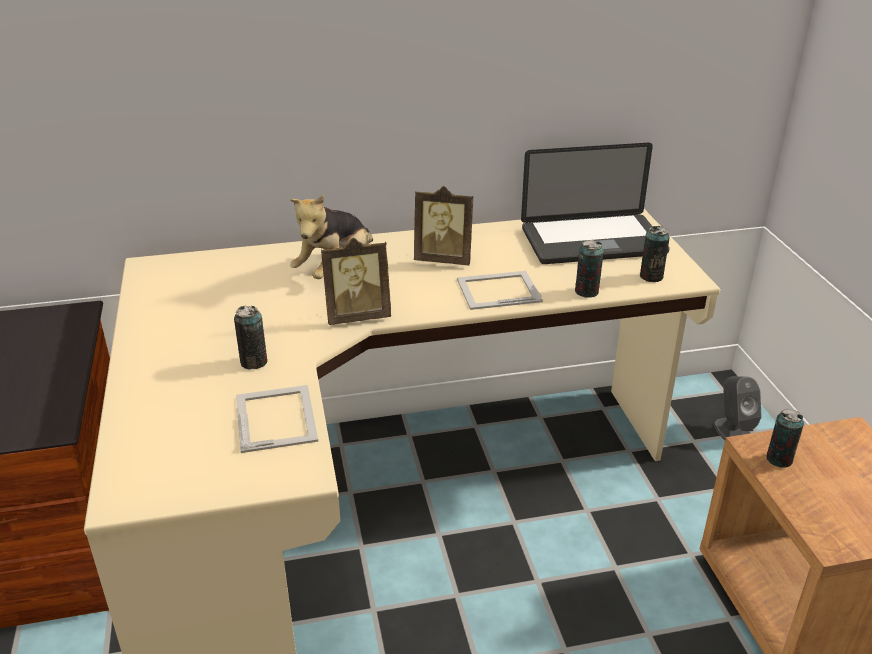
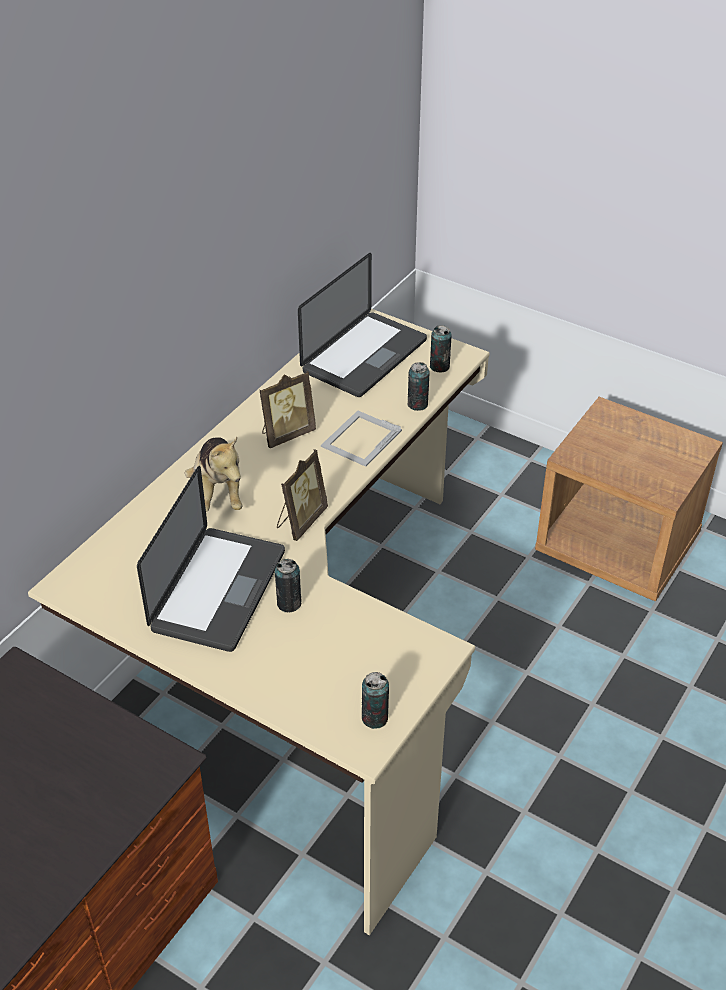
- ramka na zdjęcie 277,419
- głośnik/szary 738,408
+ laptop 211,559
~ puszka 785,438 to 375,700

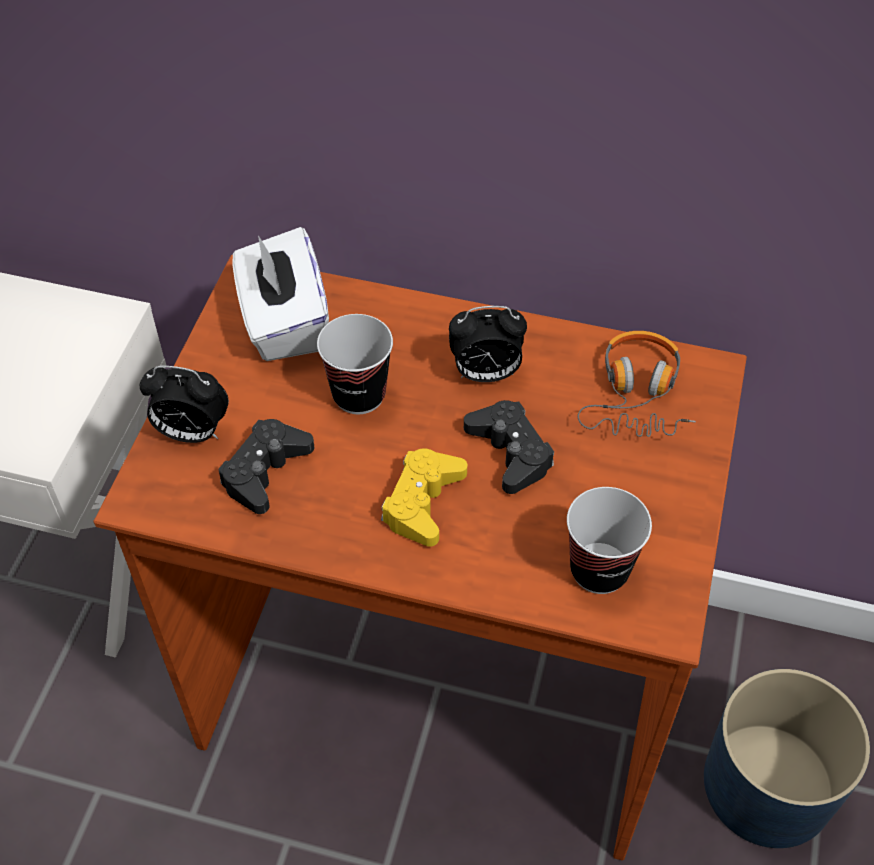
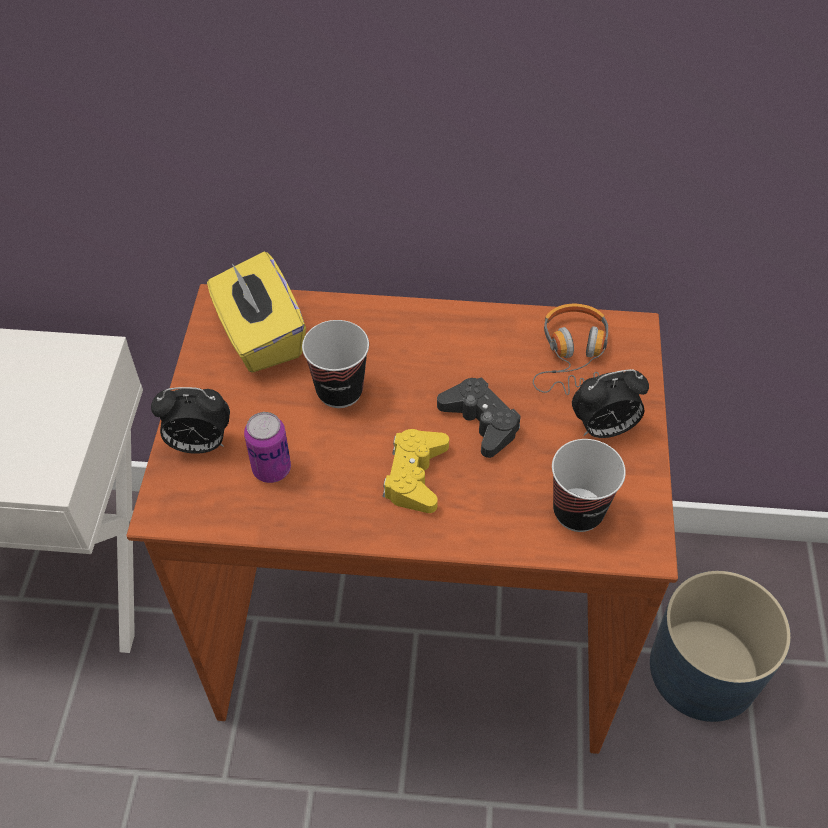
~ budzik 488,344 to 610,403
~ pad do gier/czarny 266,466 to puszka 267,447
~ pudełko chusteczek/biały 281,294 to pudełko chusteczek/żółty 256,312

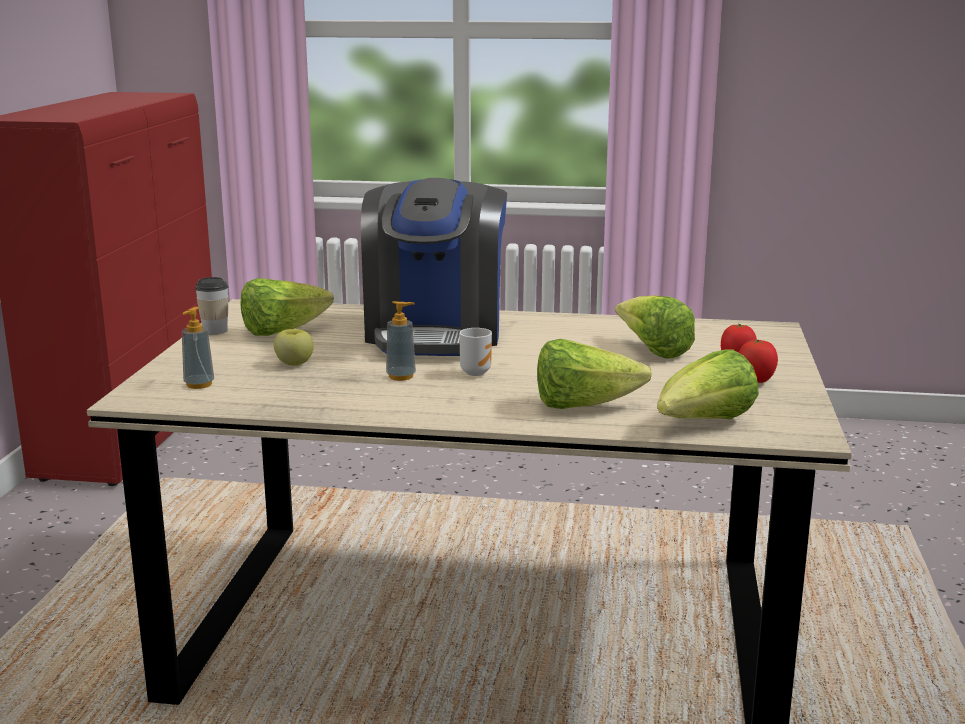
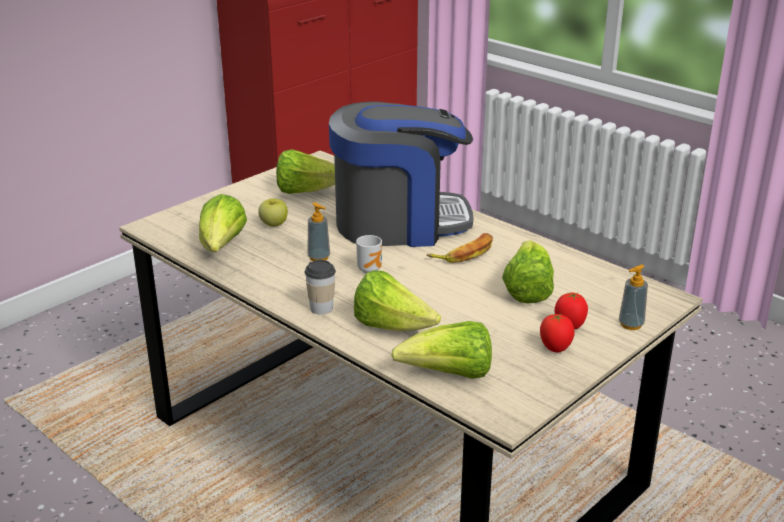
+ sałata 223,223
+ banan 459,248
~ dozownik mydła 198,348 to 633,297
~ filiżanka 212,306 to 320,287
~ ekspres do kawy 434,267 = 401,174 135 degrees counterclockwise

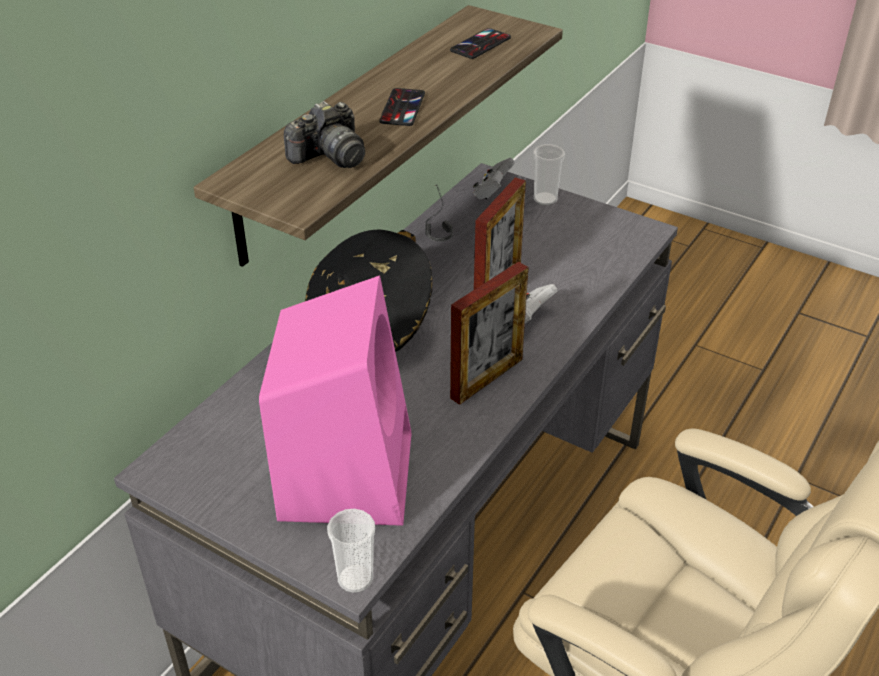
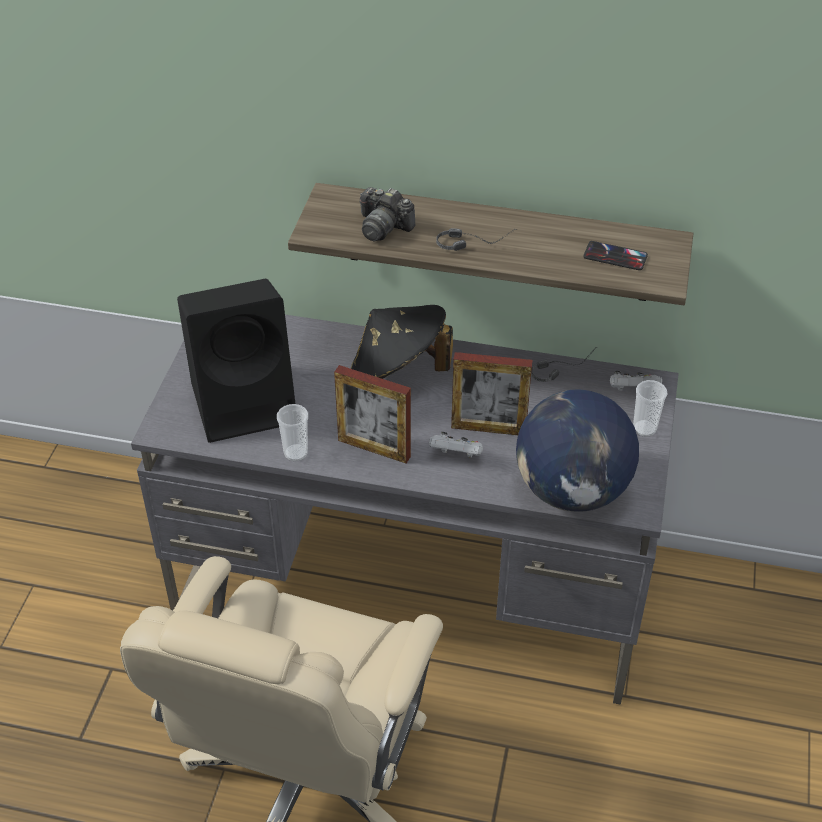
+ globus 577,450
~ filiżanka 351,551 to 292,432
~ telefon 402,107 to słuchawki 477,239
~ głośnik/różowy 335,400 to głośnik/czarny 236,361

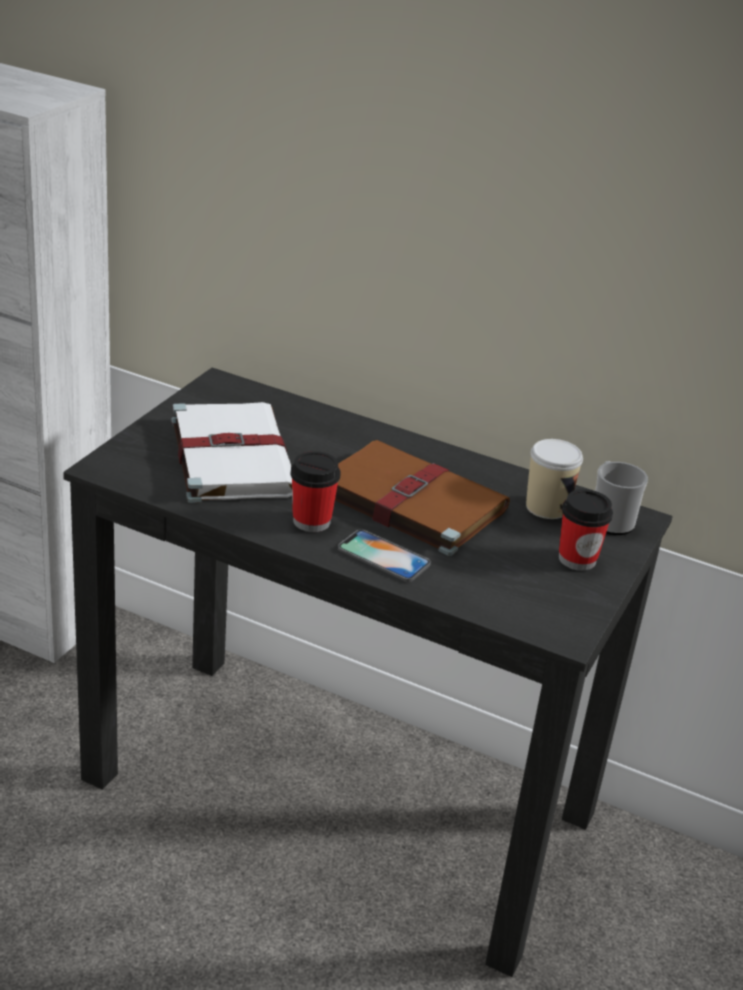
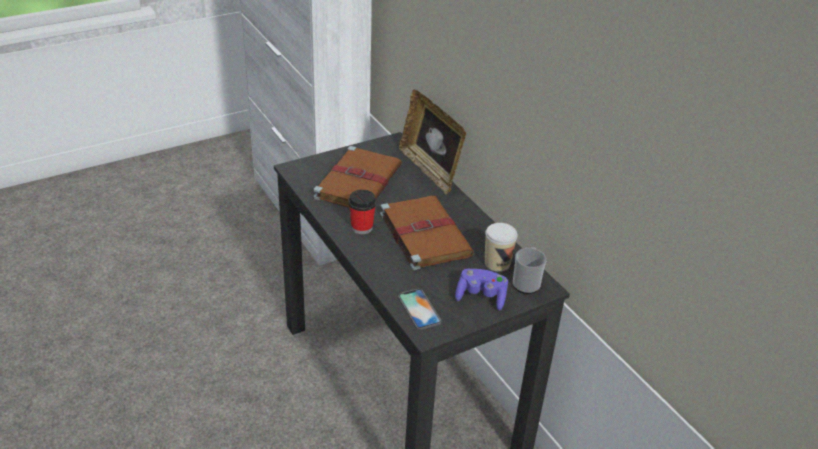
+ ramka na zdjęcie 432,142
~ telefon 384,555 to 419,309
~ filiżanka 585,530 to pad do gier/fioletowy 481,289
~ książka/biały 231,452 to książka/brązowy 357,177

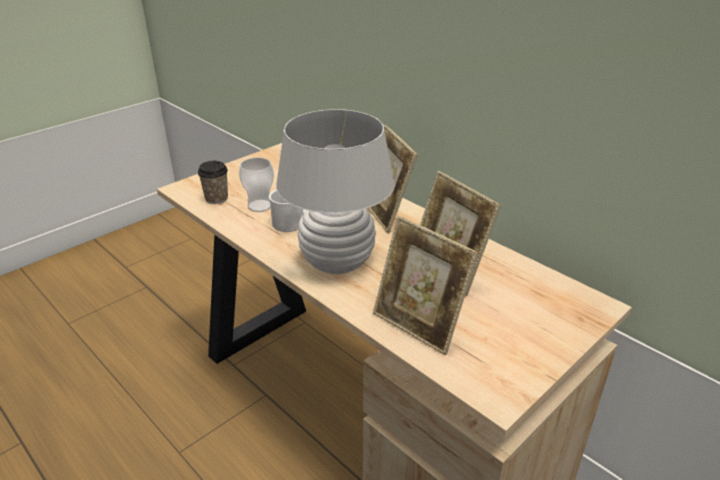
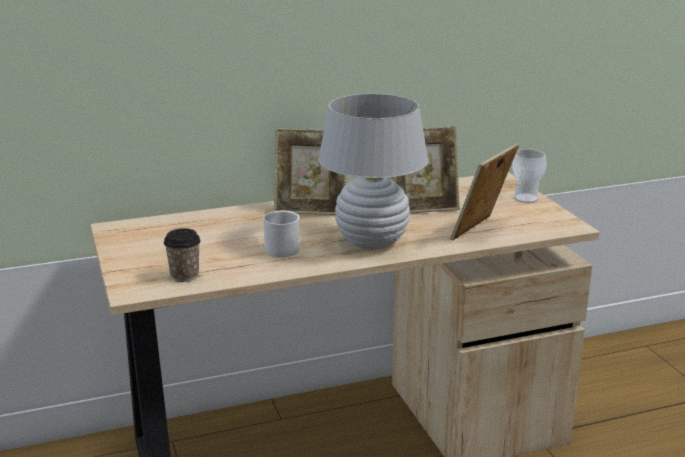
~ filiżanka 256,184 to 529,176
~ ramka na zdjęcie 425,285 = 484,191 150 degrees clockwise

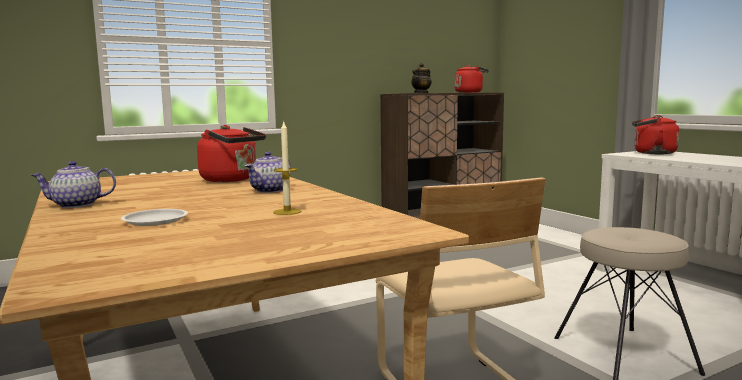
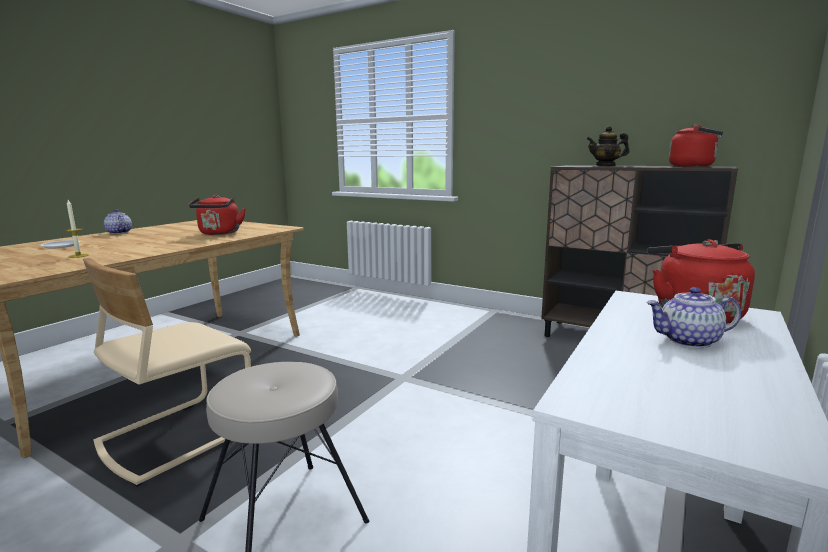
~ imbryk 268,172 to 693,317

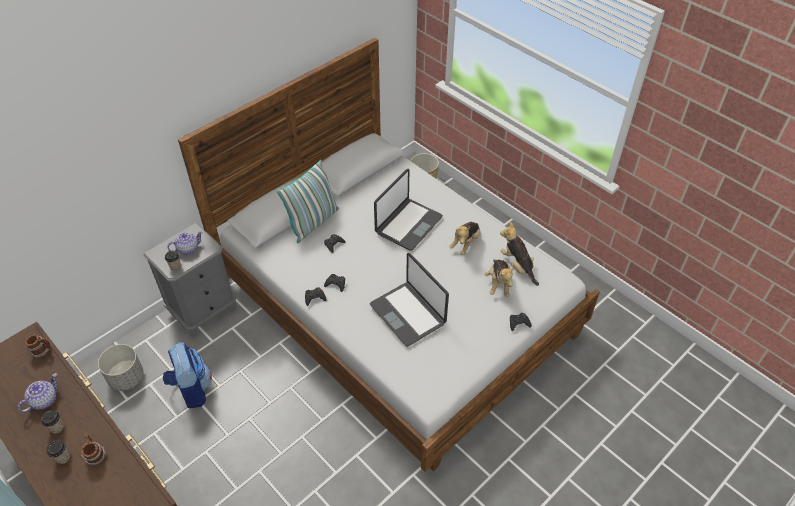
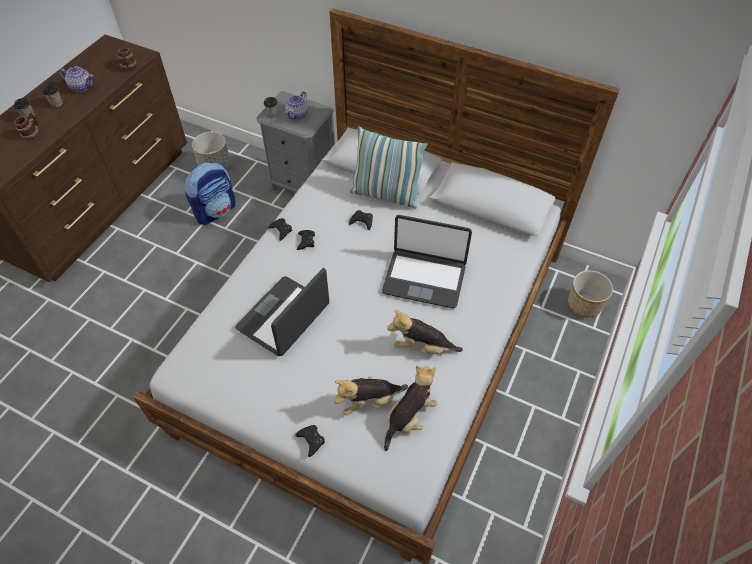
~ imbryk 185,243 = 296,105 75 degrees clockwise

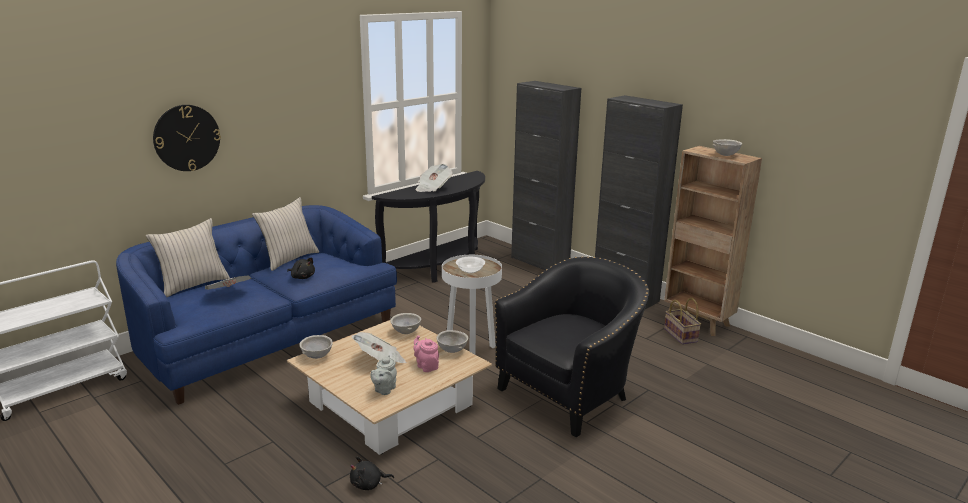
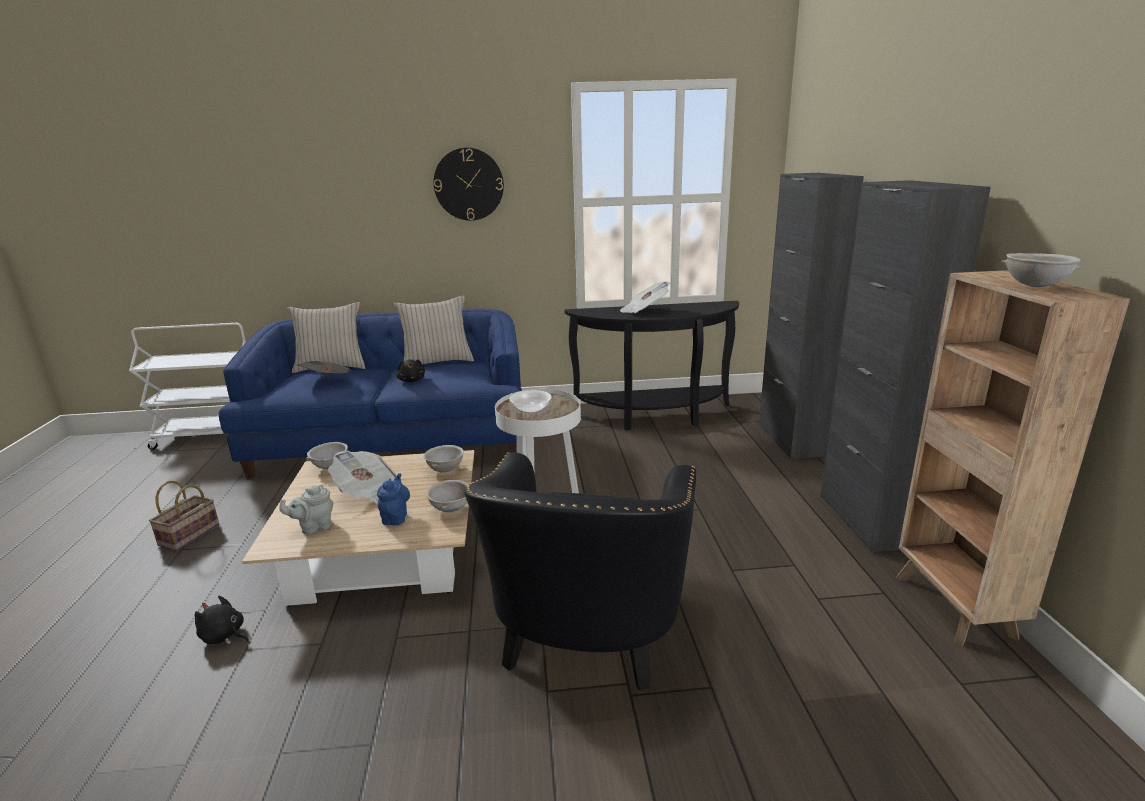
~ zegar ścienny 187,138 to 469,184
~ koszyk 682,321 to 184,516
~ imbryk/różowy 426,353 to imbryk/niebieski 393,499
~ fotel/czarny 572,346 = 580,571 105 degrees clockwise

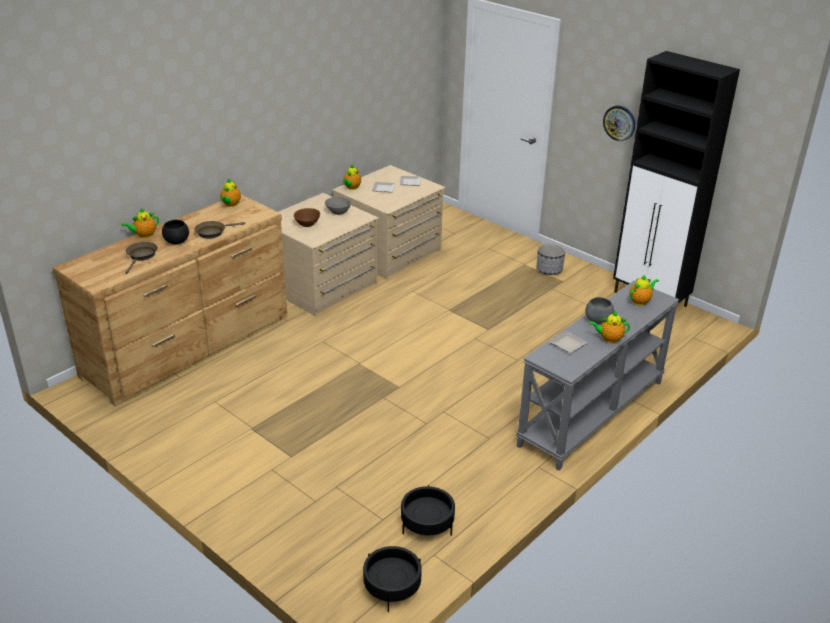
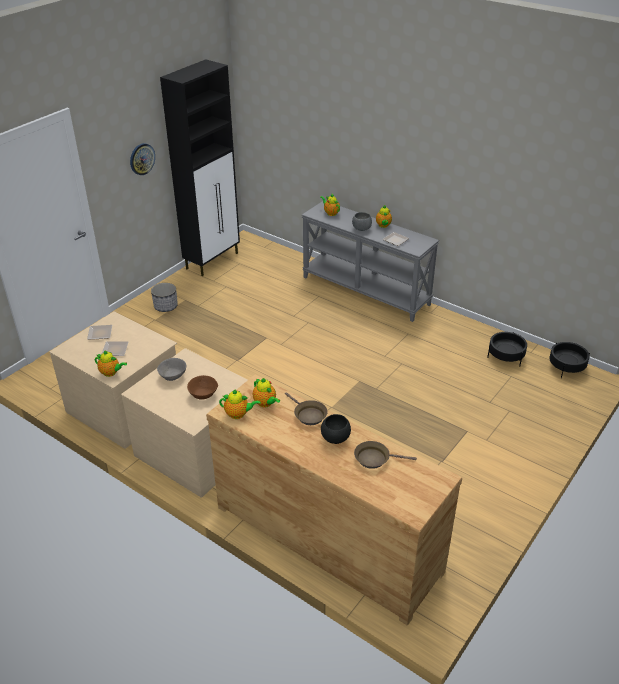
~ imbryk 140,223 to 266,392

